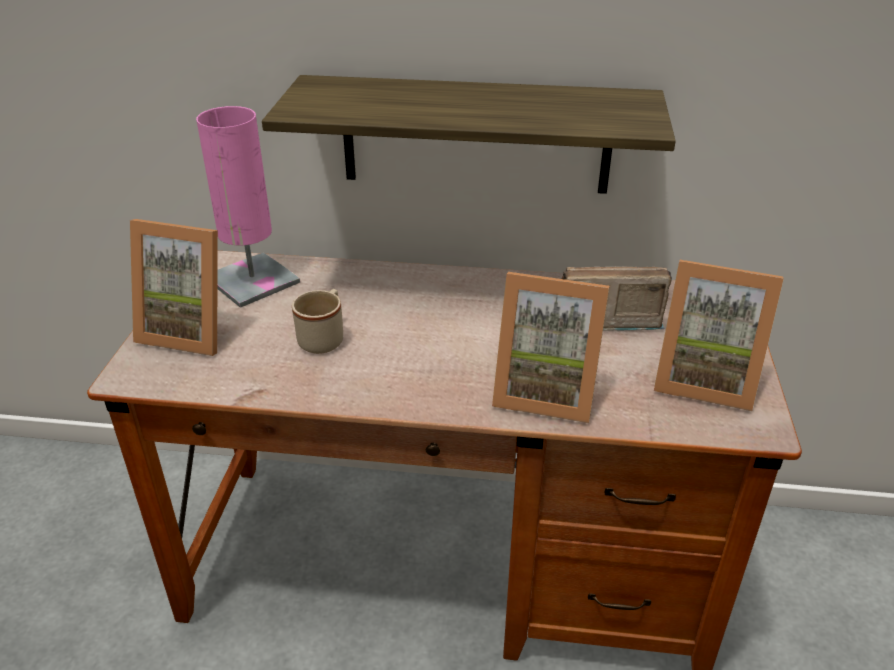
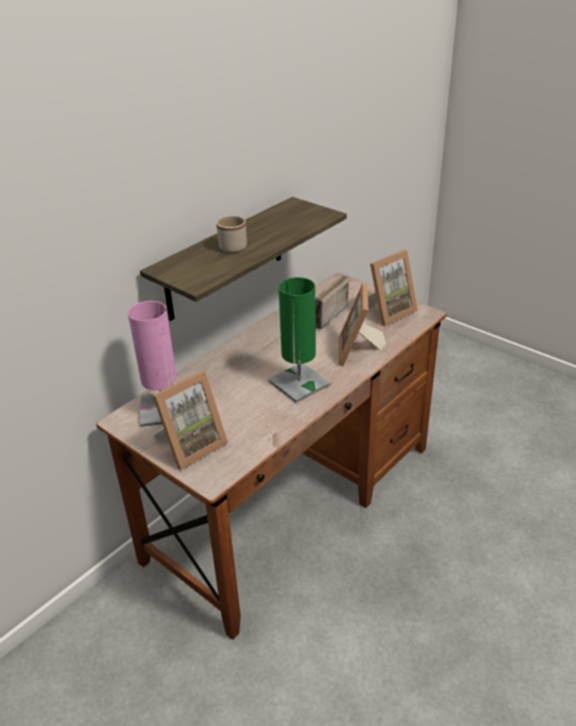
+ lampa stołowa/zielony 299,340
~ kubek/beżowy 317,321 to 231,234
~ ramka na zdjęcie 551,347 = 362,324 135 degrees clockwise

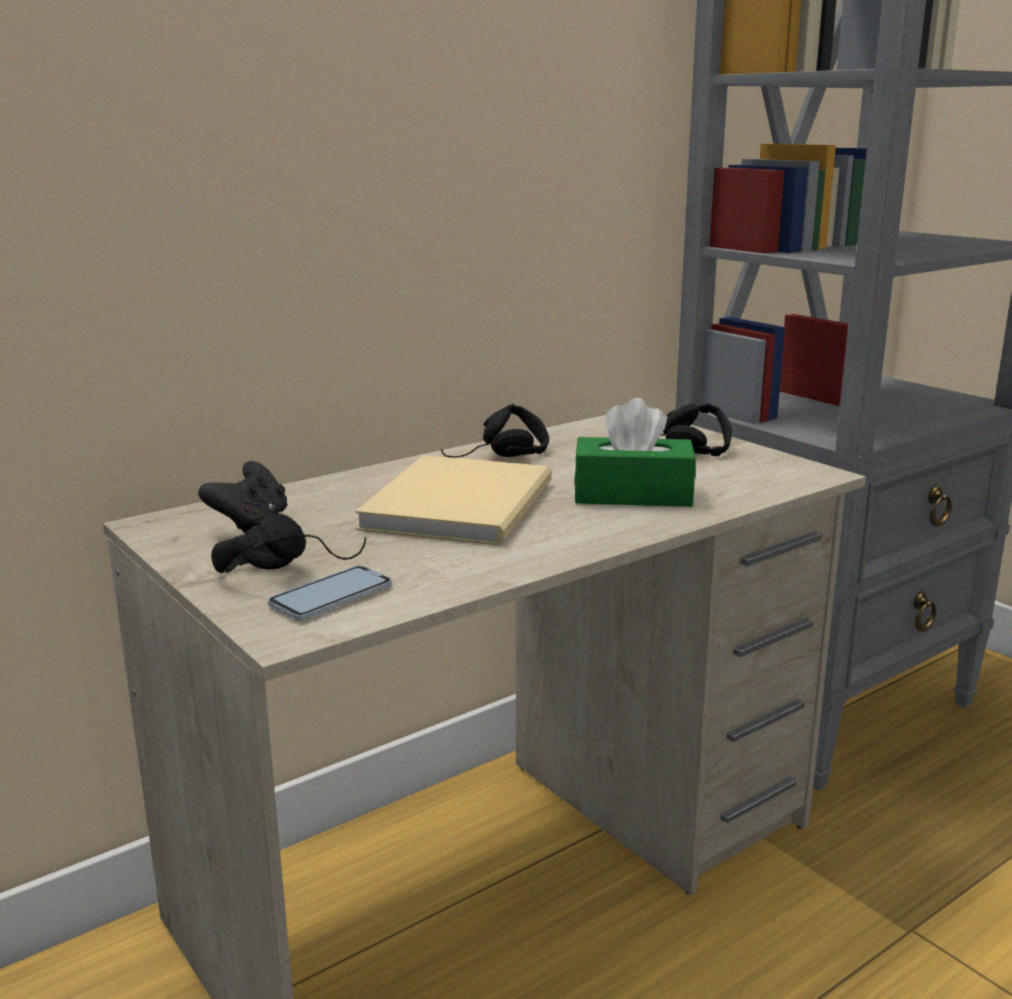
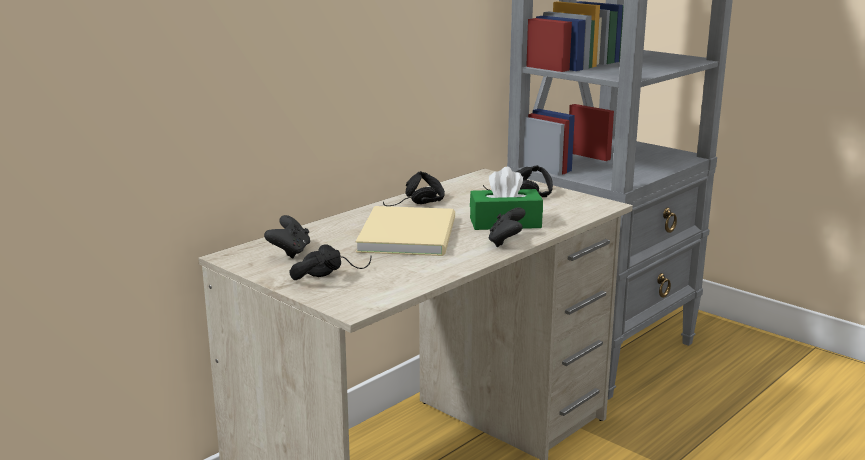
- telefon 330,593
+ pad do gier/czarny 507,227

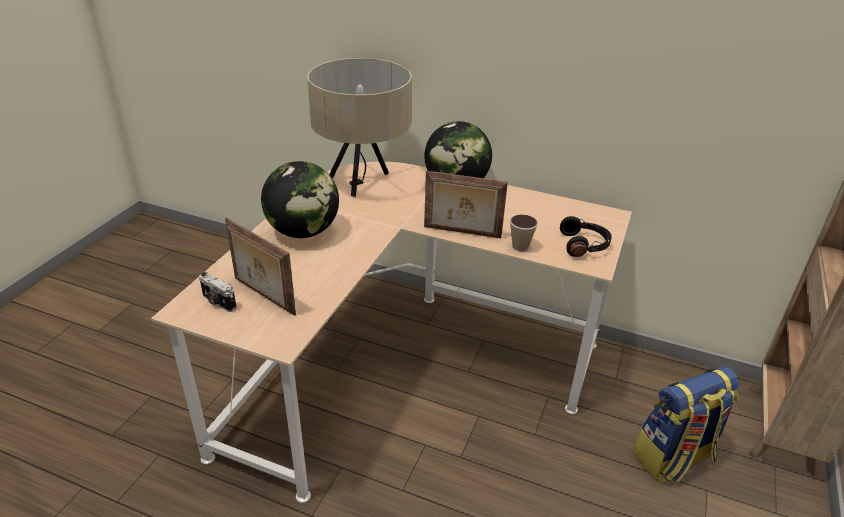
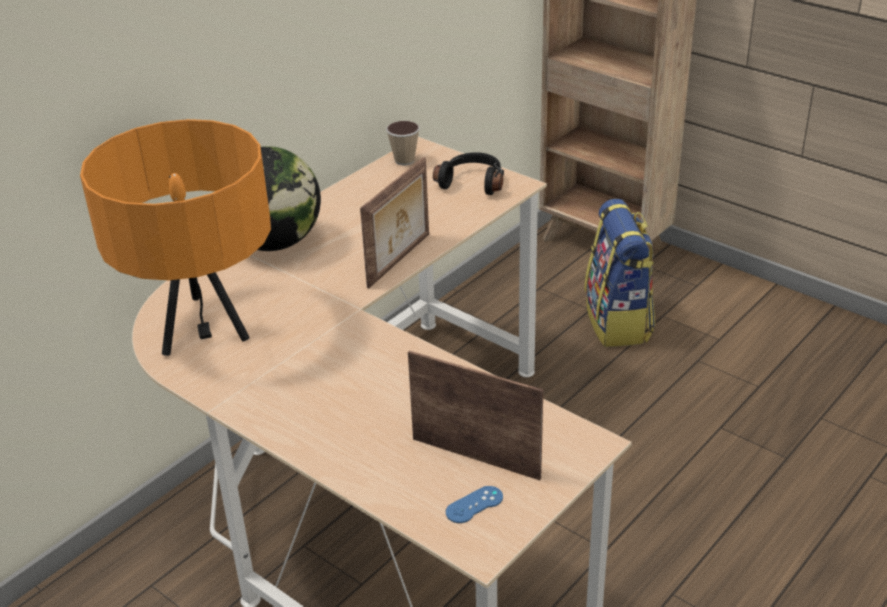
- globus 300,199
~ filiżanka 524,232 to 403,143
~ aparat fotograficzny 218,292 to pad do gier/niebieski 474,504
~ lampa stołowa/beżowy 359,127 to lampa stołowa/pomarańczowy 175,237
~ ramka na zdjęcie 260,267 = 475,415 120 degrees counterclockwise

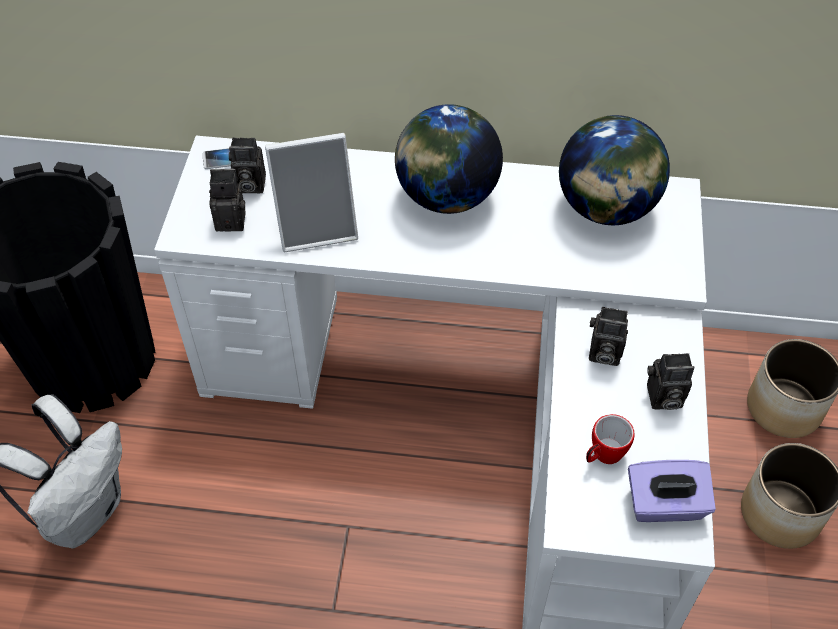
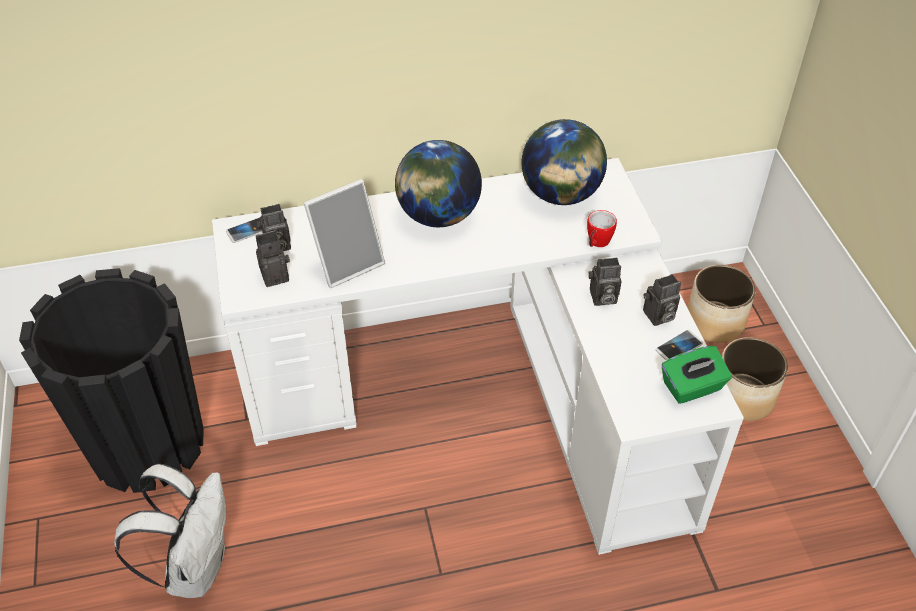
+ telefon 679,345
~ kubek 610,439 to 602,228
~ pudełko chusteczek/fioletowy 672,491 to pudełko chusteczek/zielony 697,375

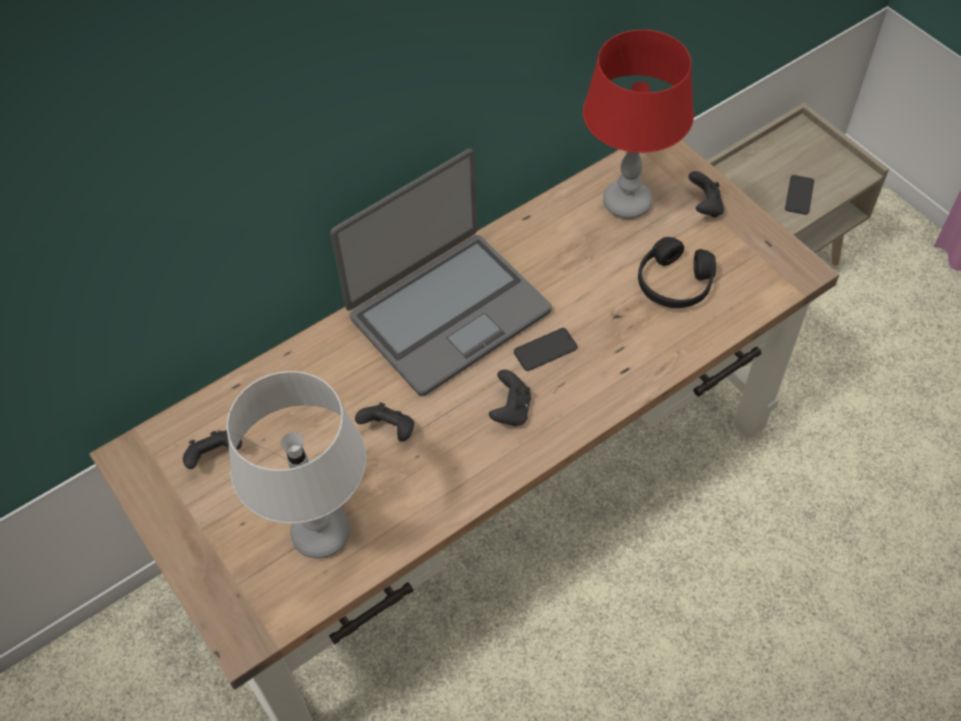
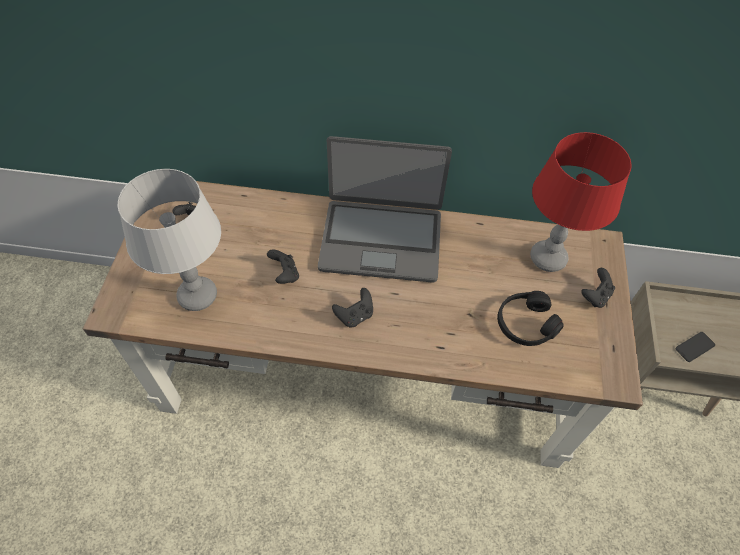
- telefon 546,349

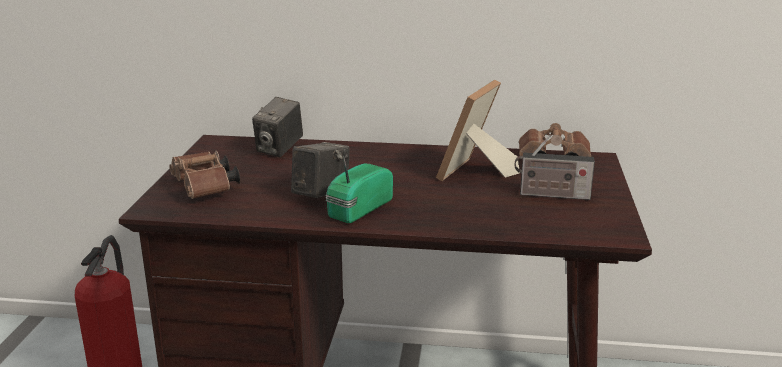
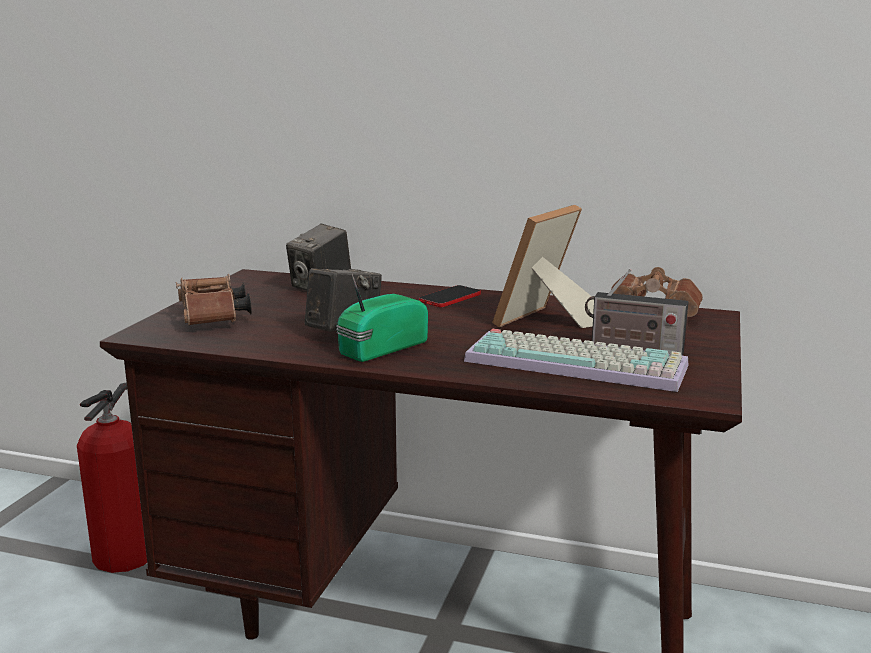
+ telefon 450,296
+ klawiatura 576,360

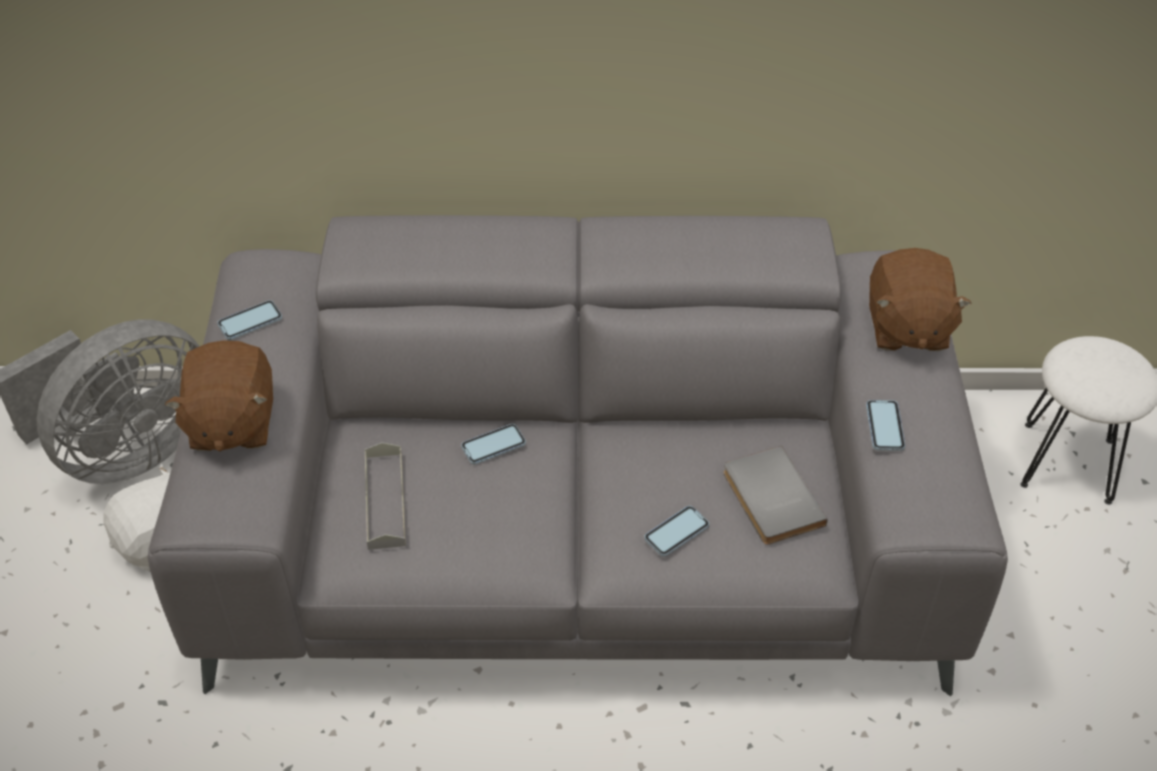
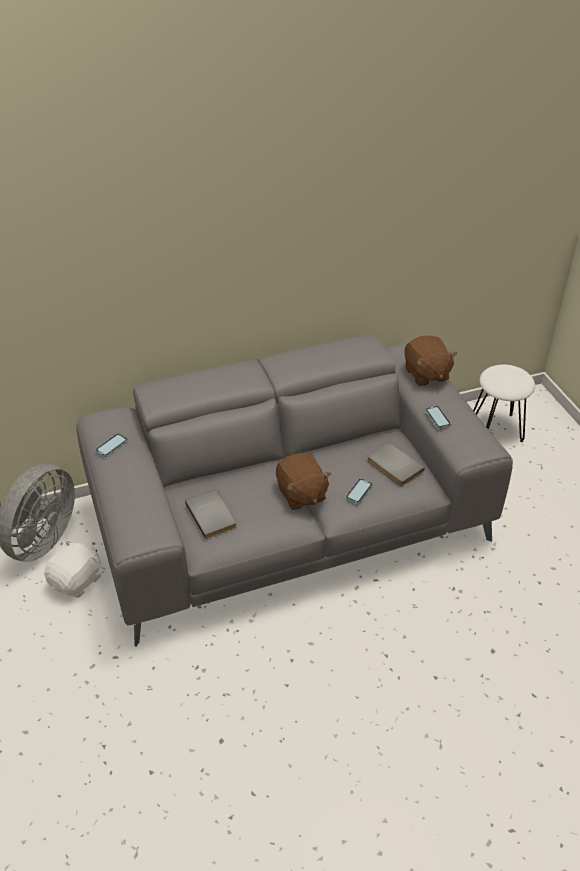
- telefon 493,444
~ pluszak/brązowy 219,396 to 303,481
~ taca/szary 385,496 to książka/szary 211,514

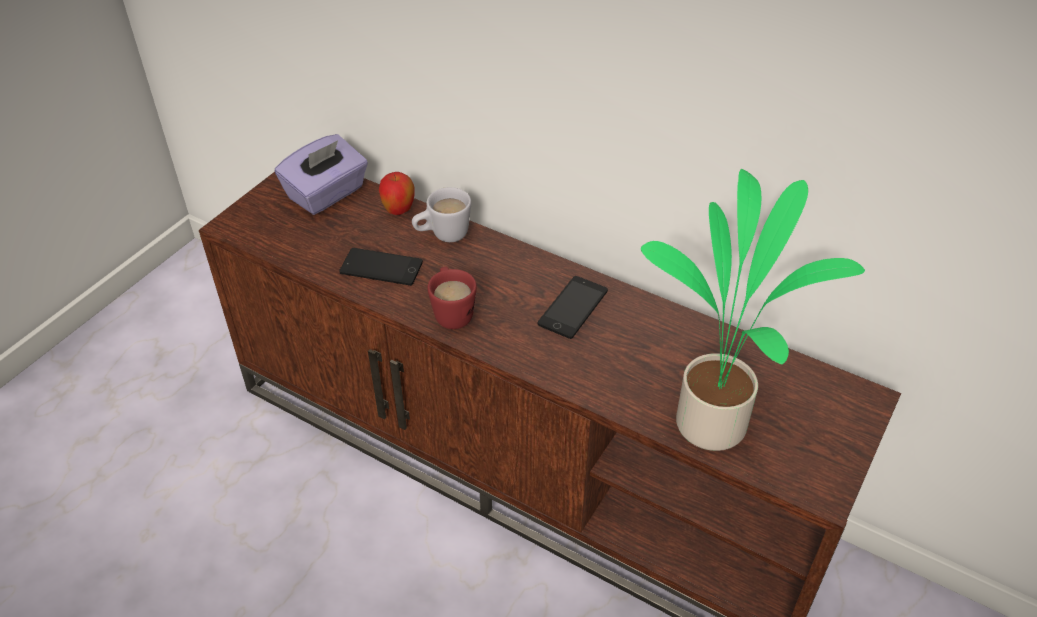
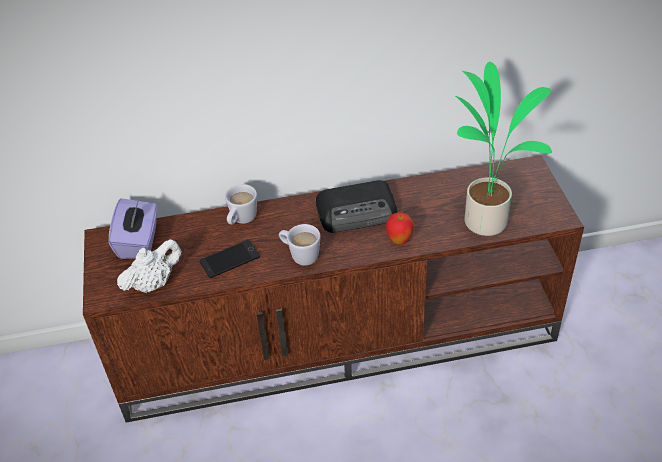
+ imbryk/biały 149,266
~ jabłko 397,193 to 400,228
~ telefon 573,307 to radio 356,206
~ kubek/czerwony 452,298 to kubek/biały 300,245

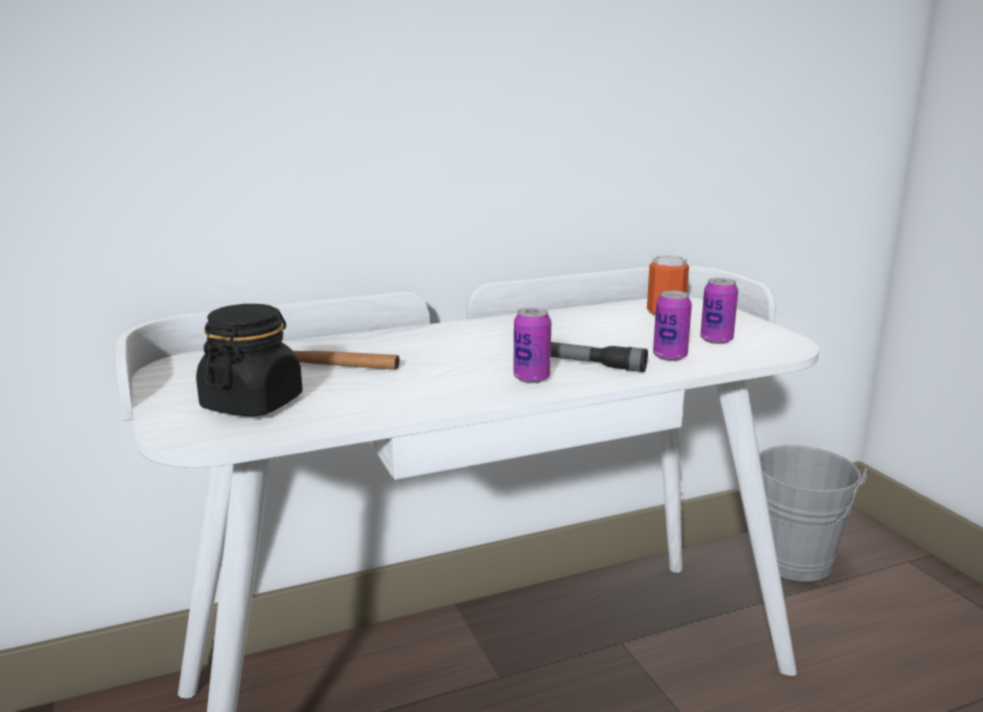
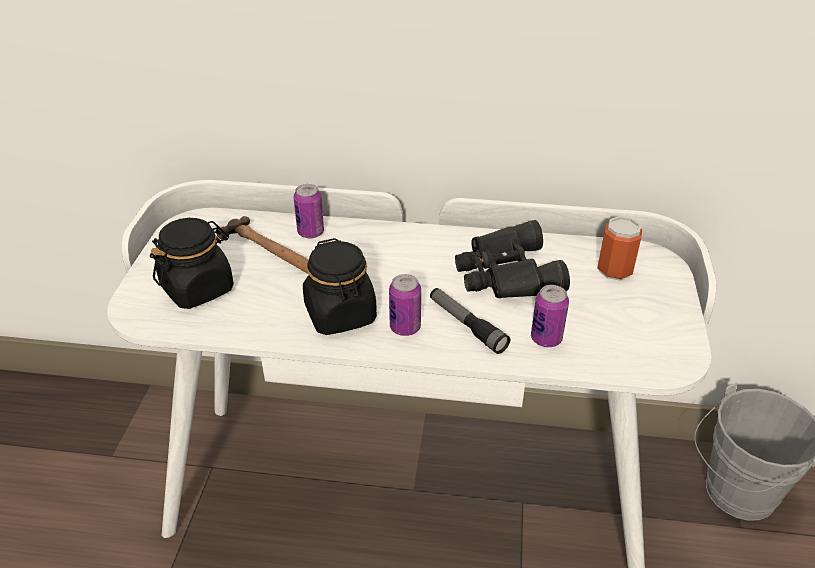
+ słoik/czarny 340,286
+ lornetka/czarny 512,259
~ puszka 719,311 to 309,211

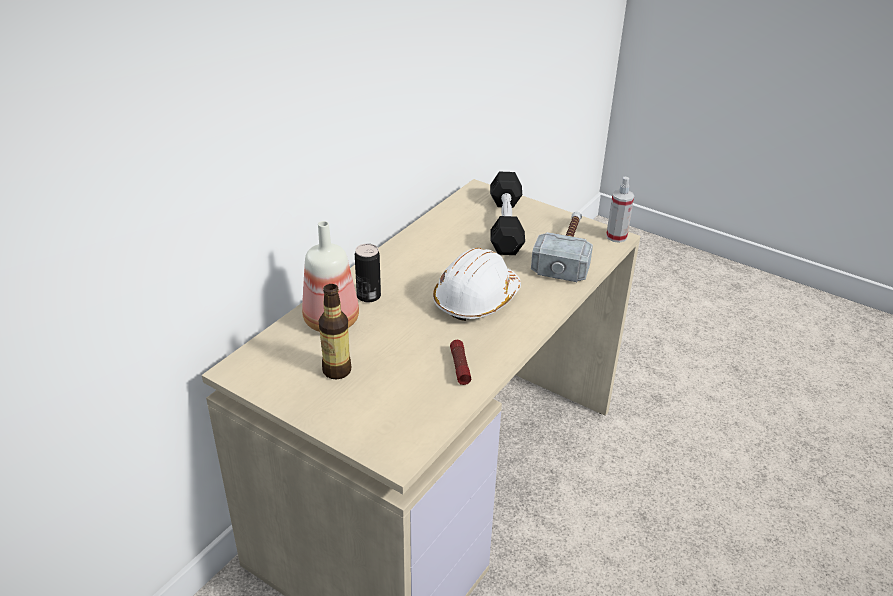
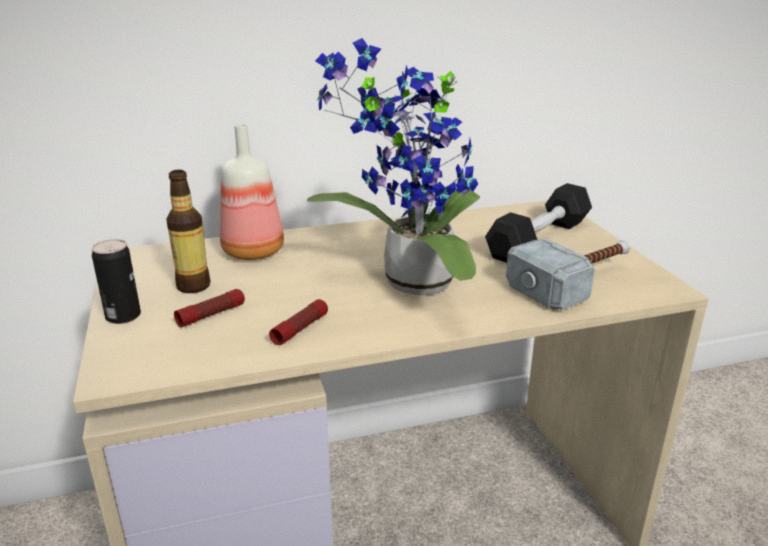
- spryskiwacz 620,210
+ latarka 209,308
~ puszka 368,273 to 116,281
~ kask/biały 477,284 to roślina doniczkowa 393,167

